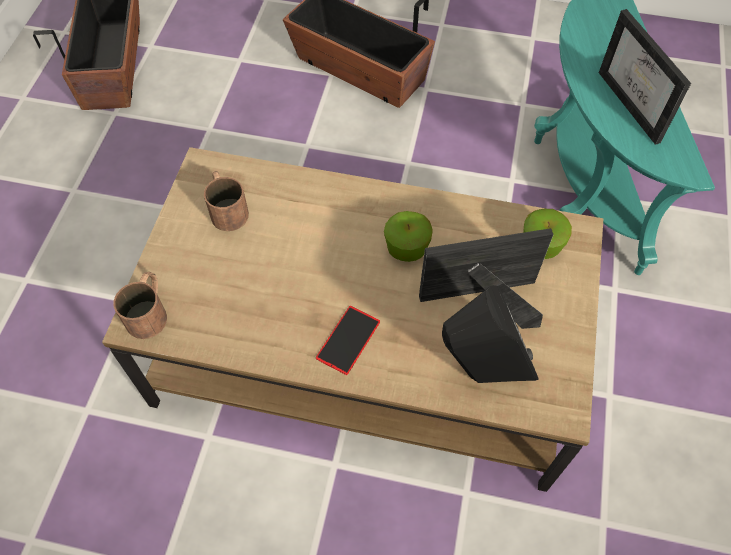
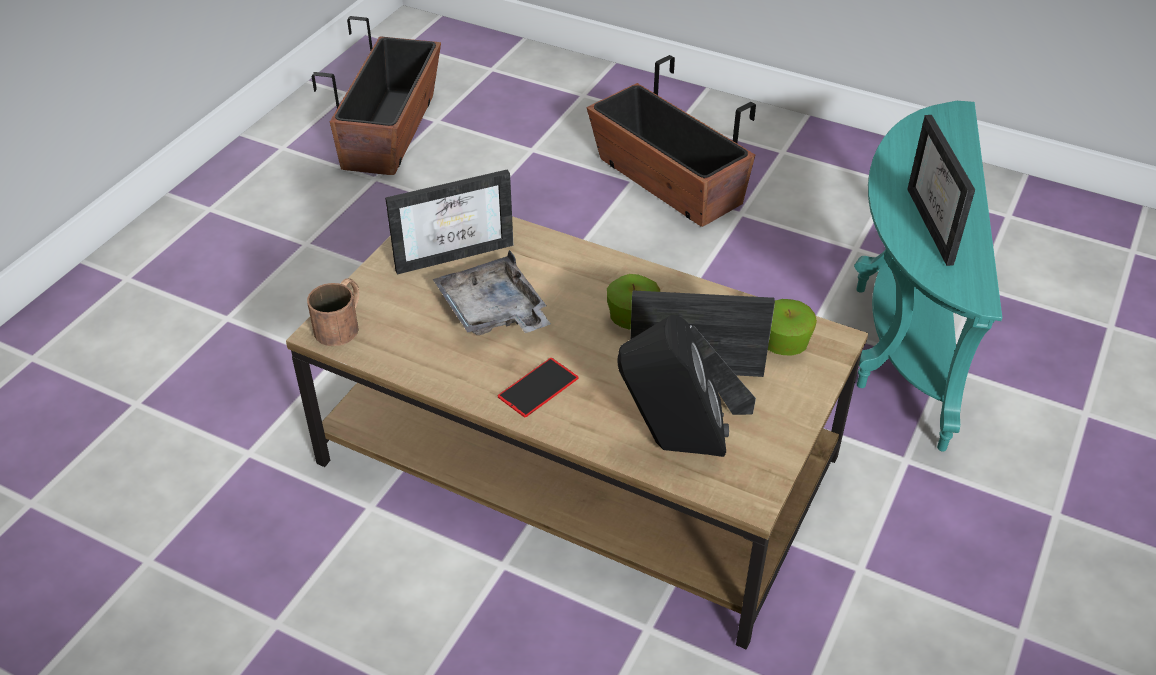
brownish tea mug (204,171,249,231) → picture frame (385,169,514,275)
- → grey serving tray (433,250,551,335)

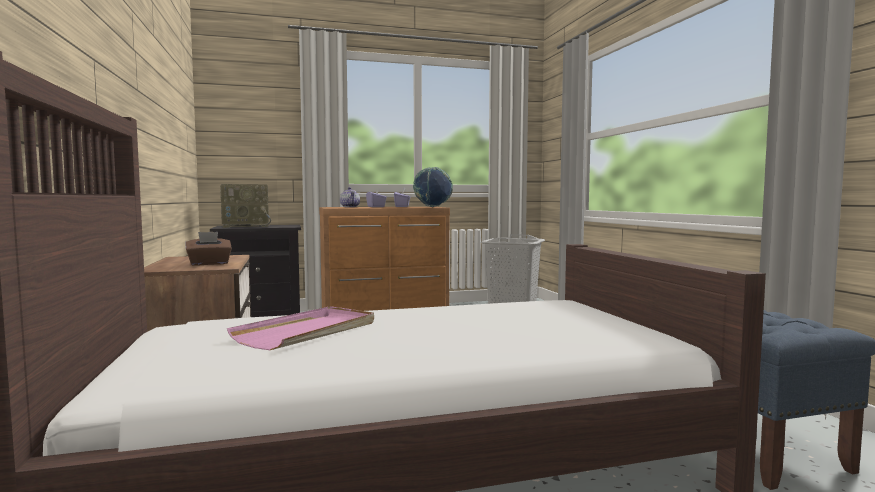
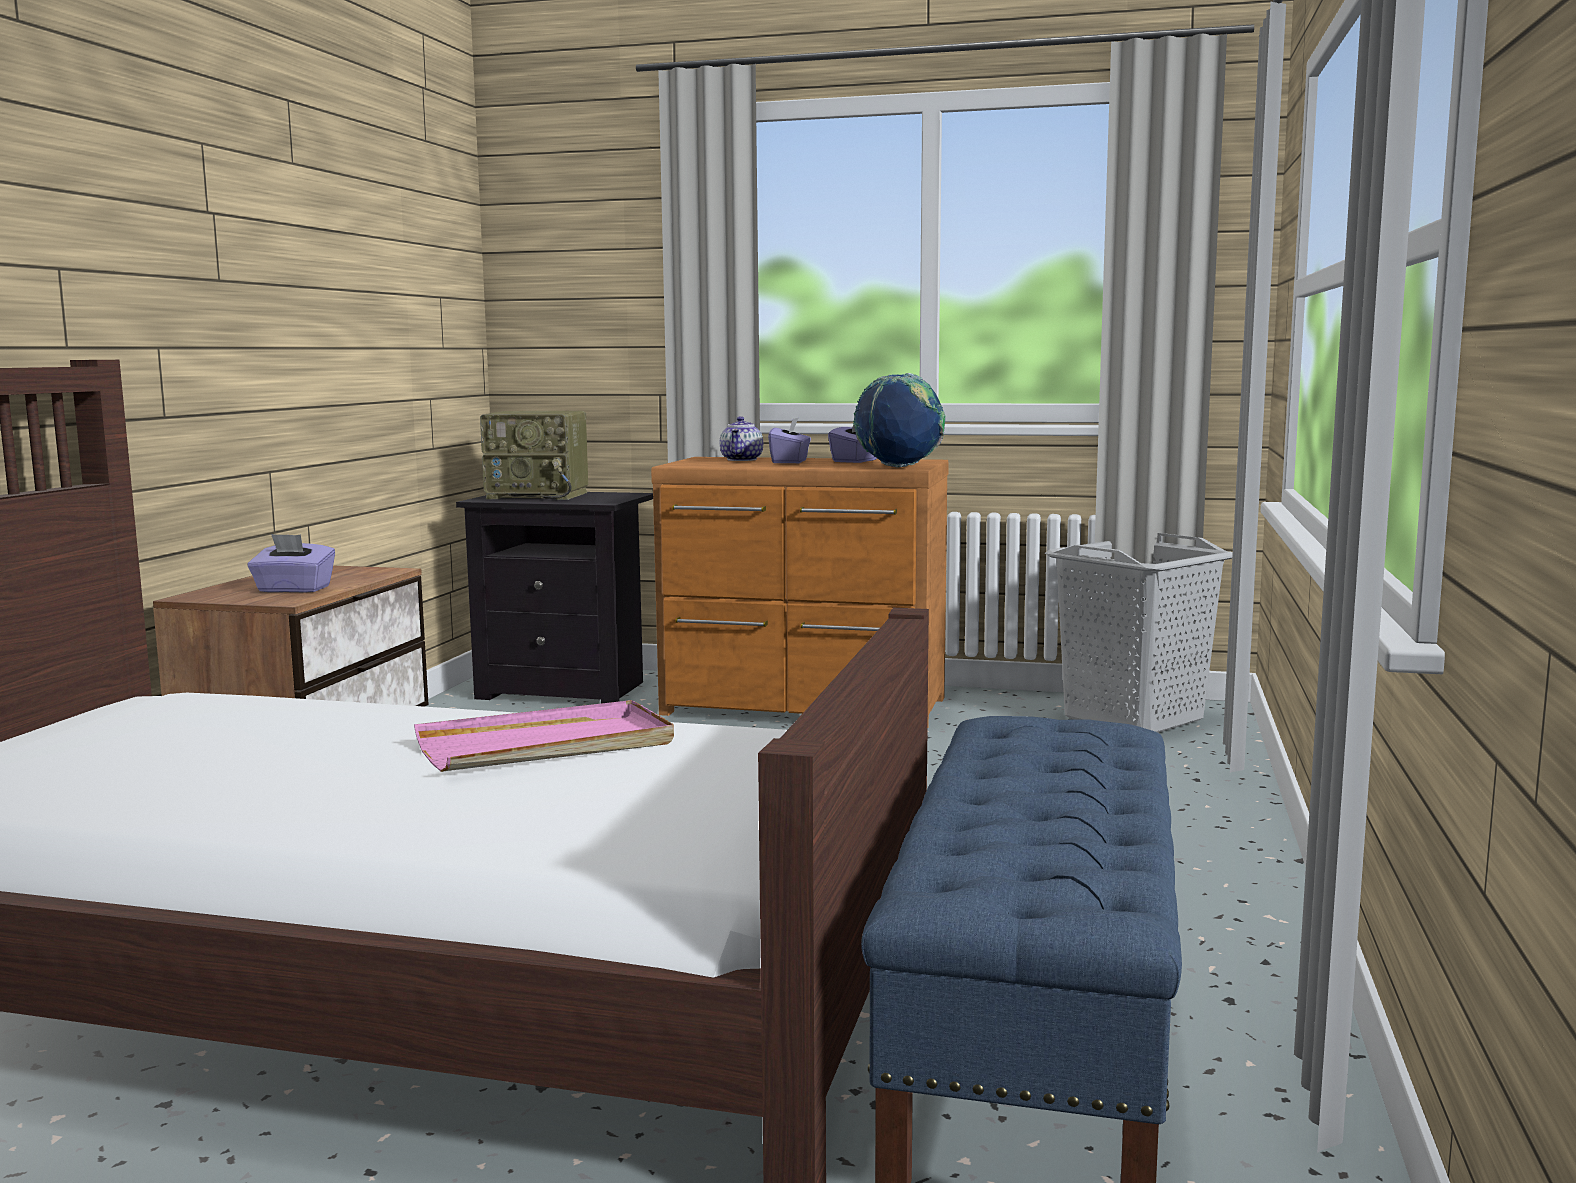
brownish tissue box (185,232,232,266) → purplish tissue box (248,534,335,593)
pink serving tray (227,306,374,350) → pink serving tray (414,700,674,772), move

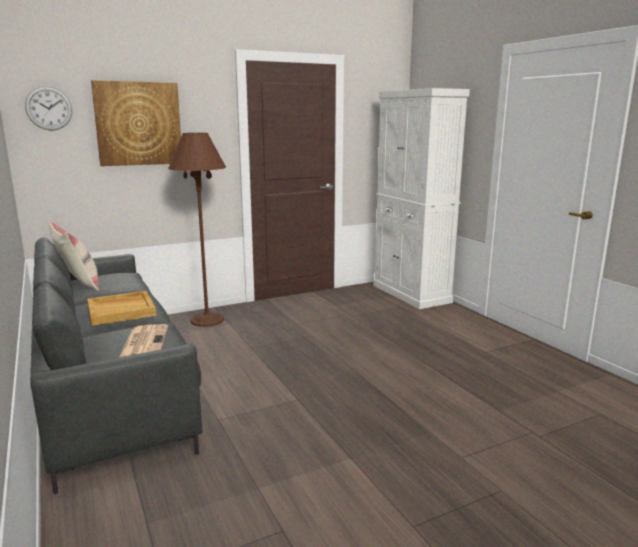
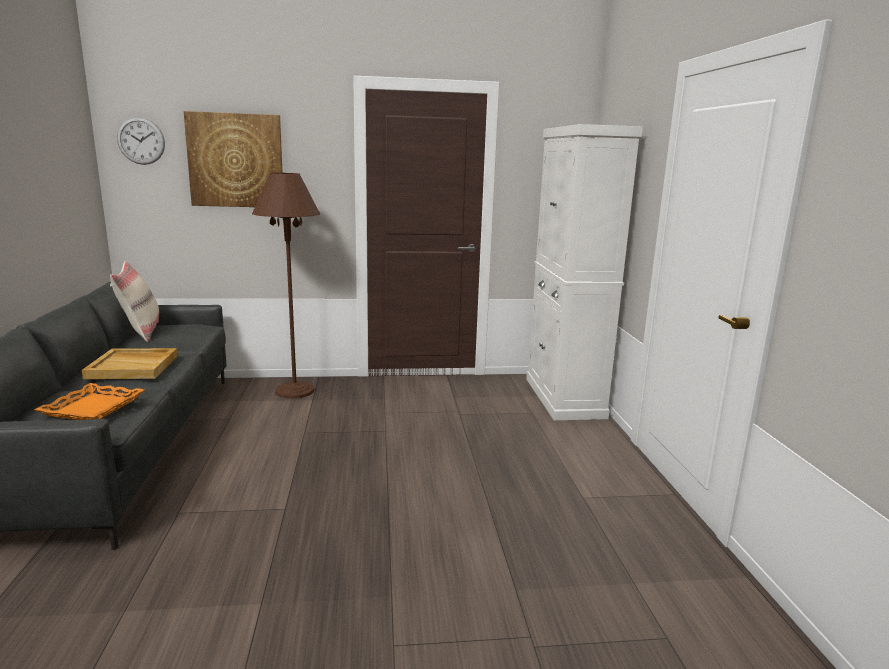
newspaper (120,324,168,357) → orange-coloured serving tray (35,383,144,420)

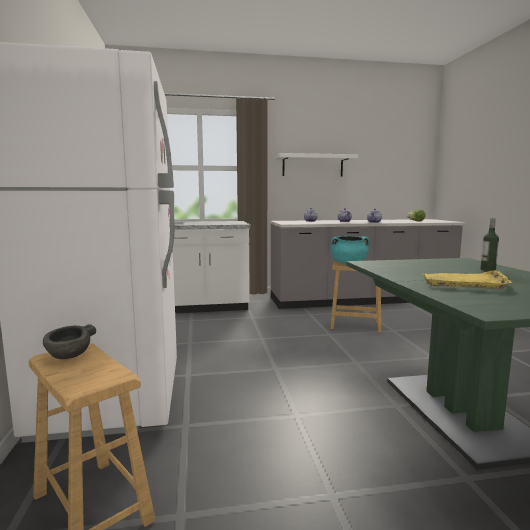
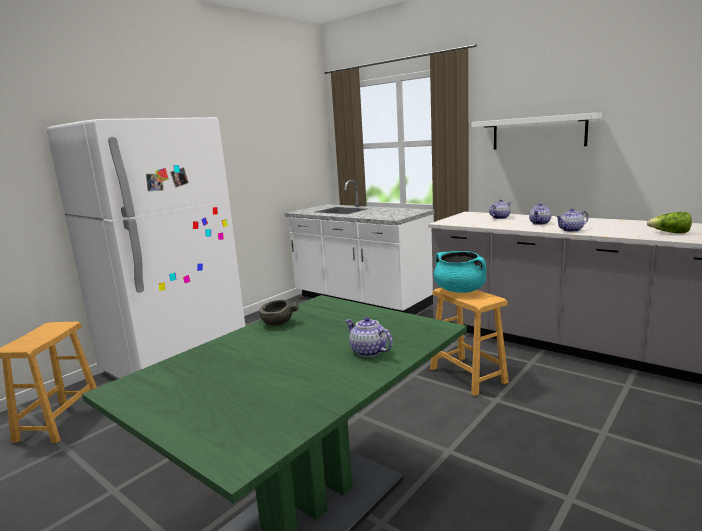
beverage bottle (480,218,499,271) → tea pot (345,317,393,357)
yellow-coloured serving tray (423,271,512,289) → -
grey bowl (43,324,96,359) → grey bowl (259,300,298,326), move

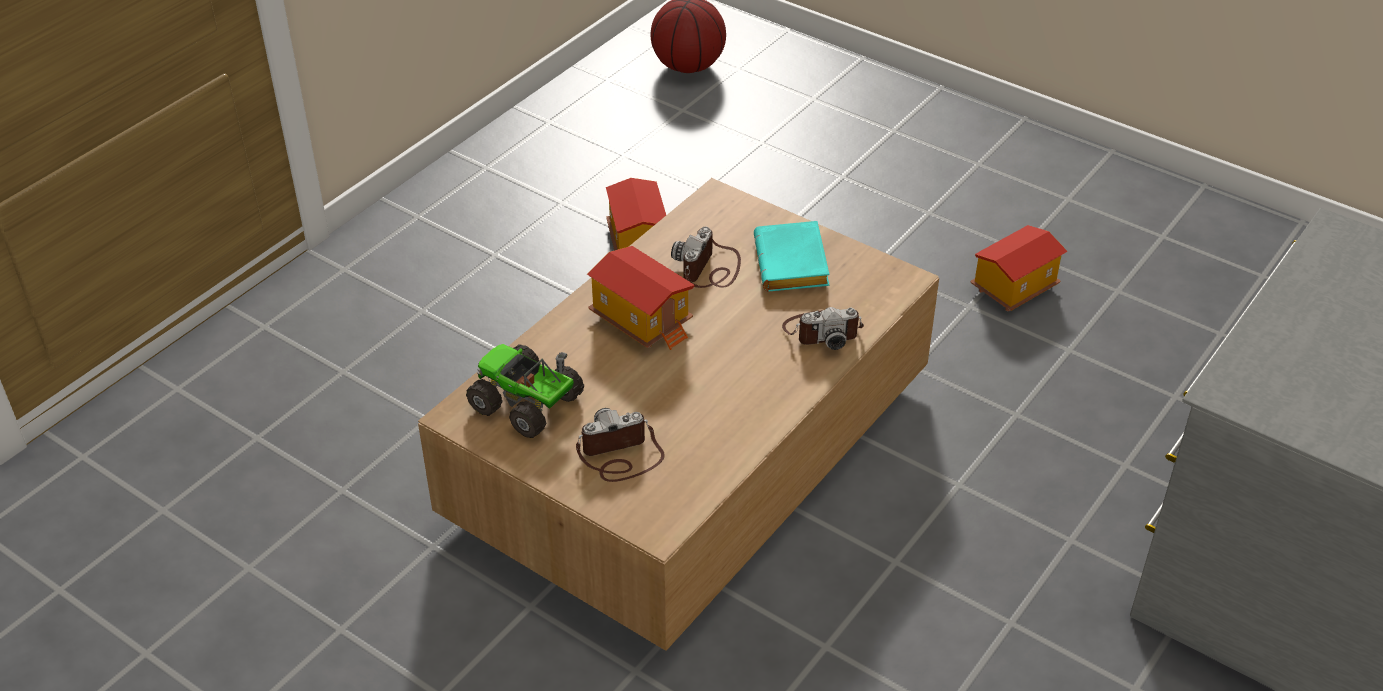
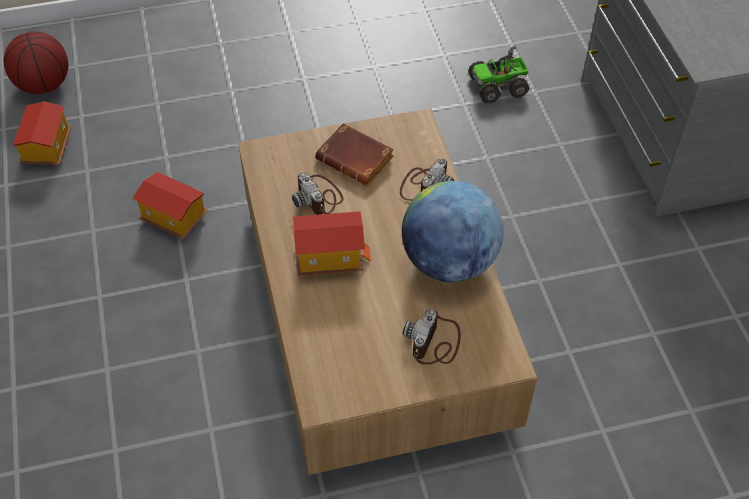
turquoise volume (754,221,830,292) → brownish volume (315,123,394,186)
model house (970,225,1068,311) → model house (13,102,71,166), move
toy lorry (466,344,584,438) → toy lorry (468,46,529,104), move
- → globe (402,181,504,282)

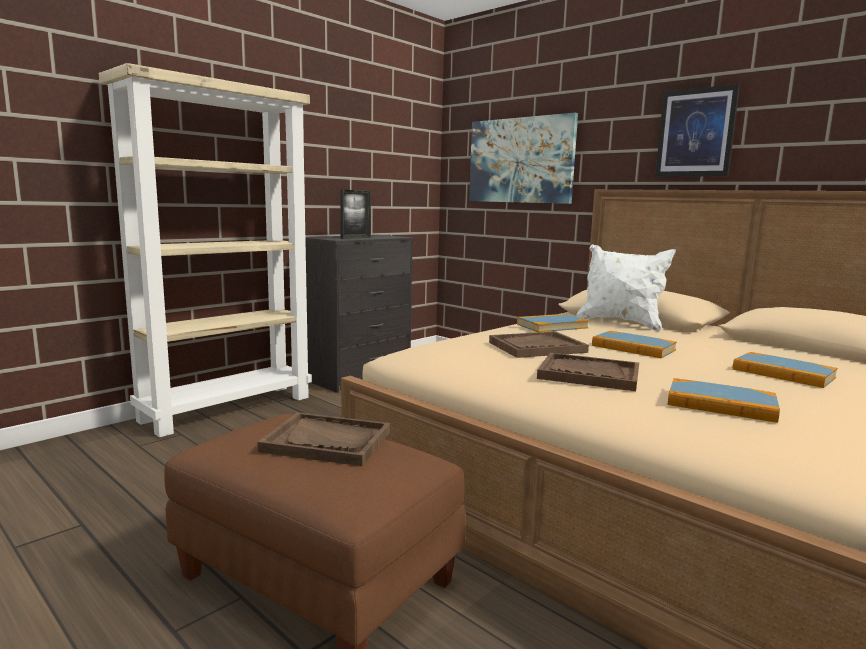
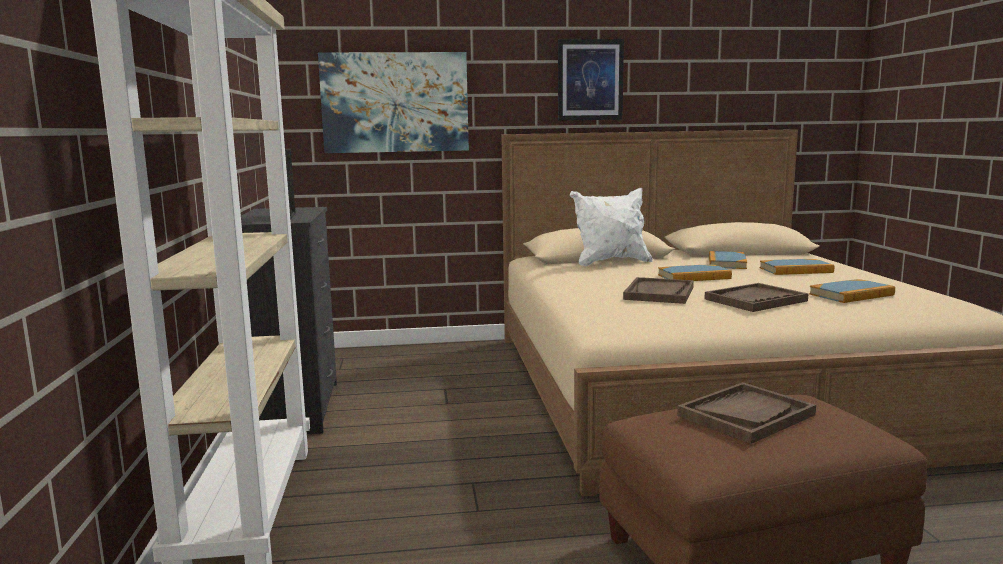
volume (517,314,589,332) → volume (709,251,747,269), move

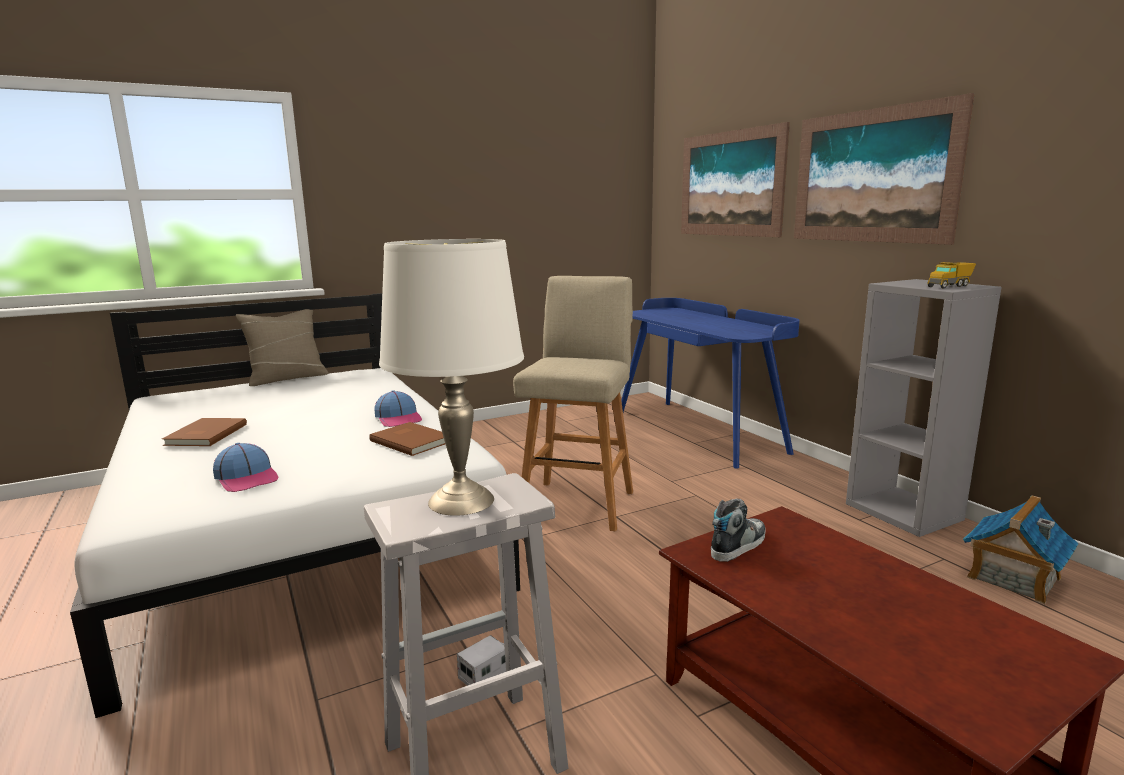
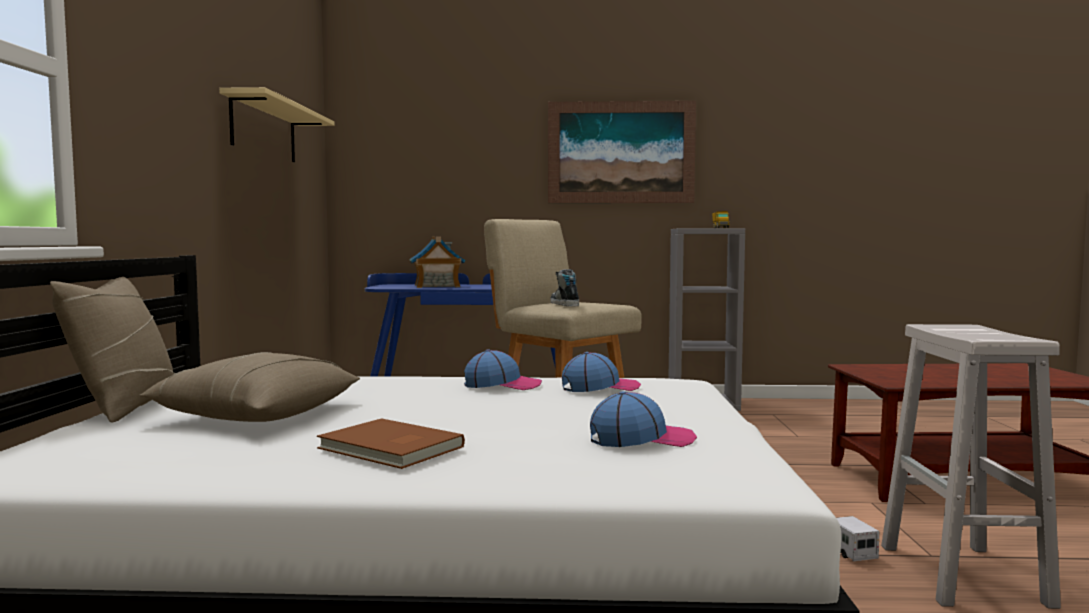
picture (681,122,790,237) → -
white table lamp (379,239,524,516) → -
brownish volume (369,422,445,456) → cap (562,352,641,392)
model house (963,495,1079,604) → model house (409,237,465,288), move
item of footwear (711,499,766,562) → item of footwear (550,269,579,307), move
- → sand-coloured bracket shelf (219,87,334,162)
- → sand-coloured cushion (139,352,360,422)

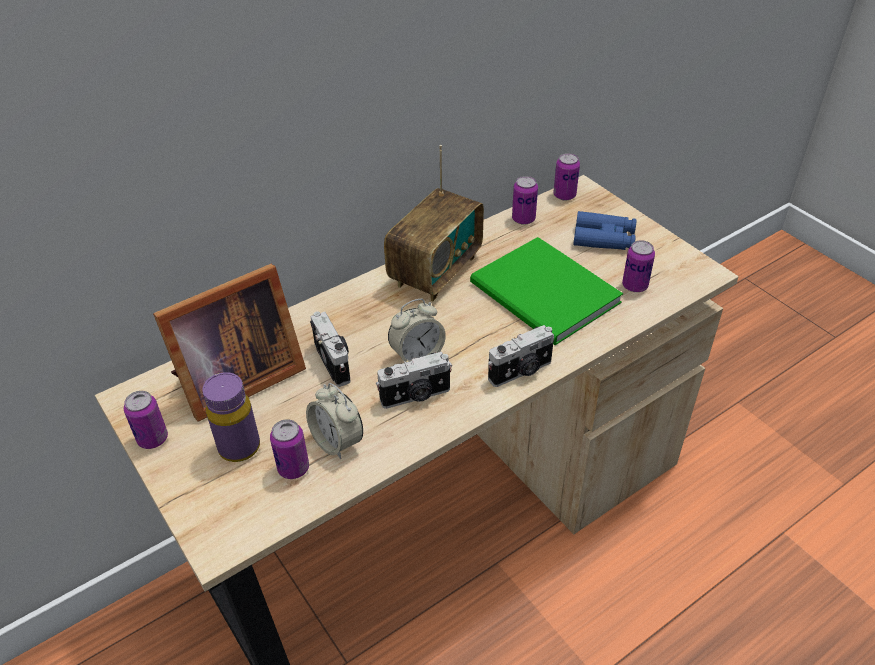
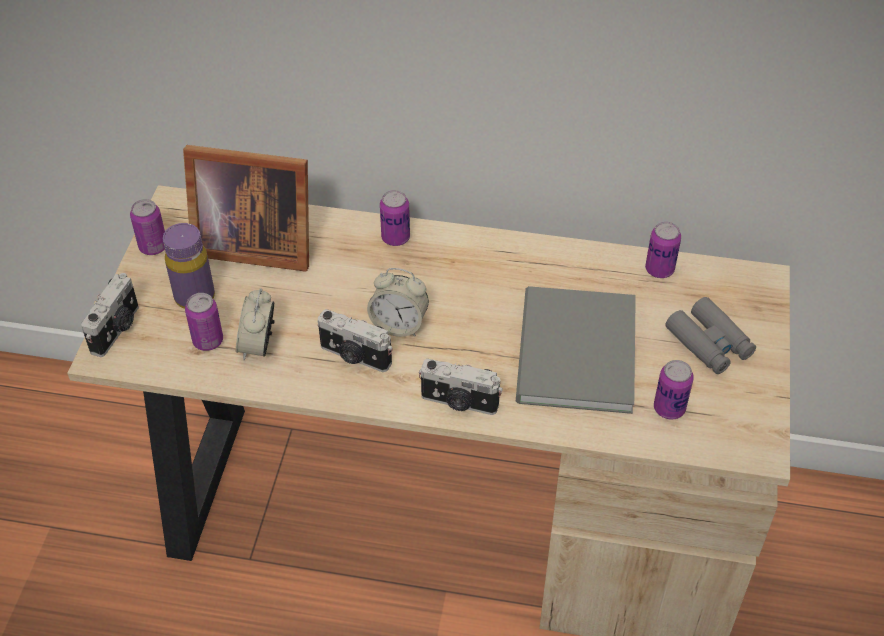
radio (384,145,484,301) → -
sealed can (553,153,580,200) → sealed can (380,190,410,246), move
bluish pair of binoculars (573,211,636,250) → grey pair of binoculars (666,297,756,374)
green-coloured volume (470,237,623,345) → grey volume (516,286,636,414)
photo camera (310,311,351,387) → photo camera (81,273,139,357), move

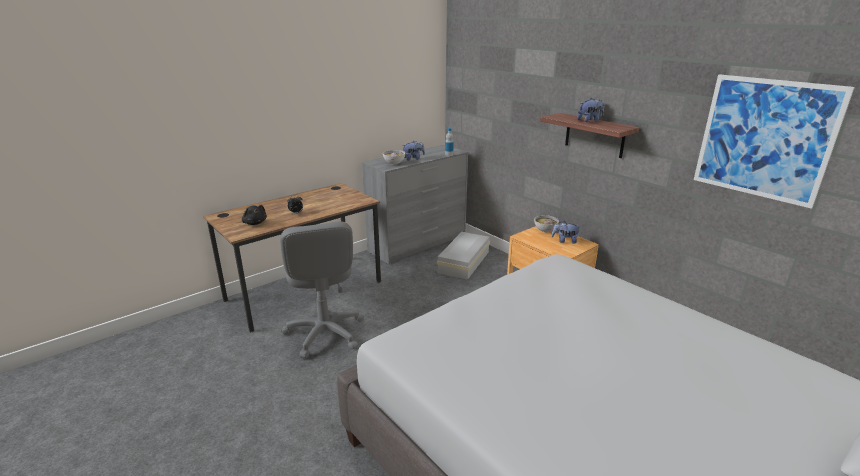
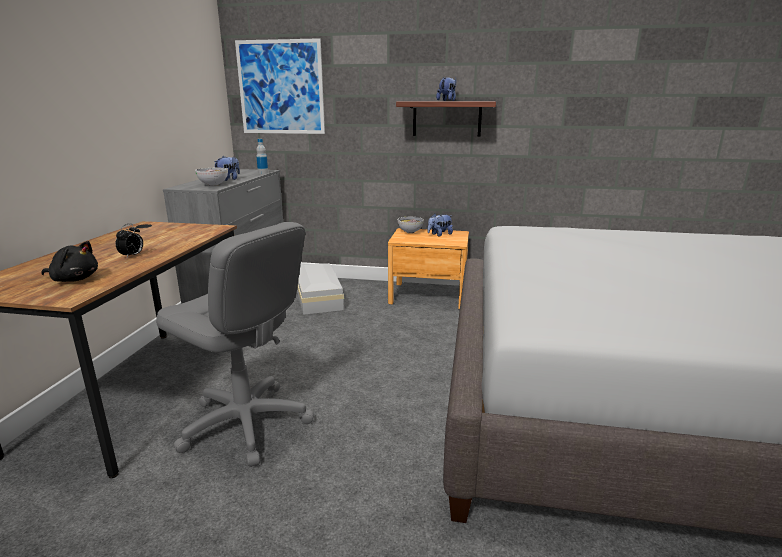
picture (694,74,855,209) → picture (235,38,325,134), move

